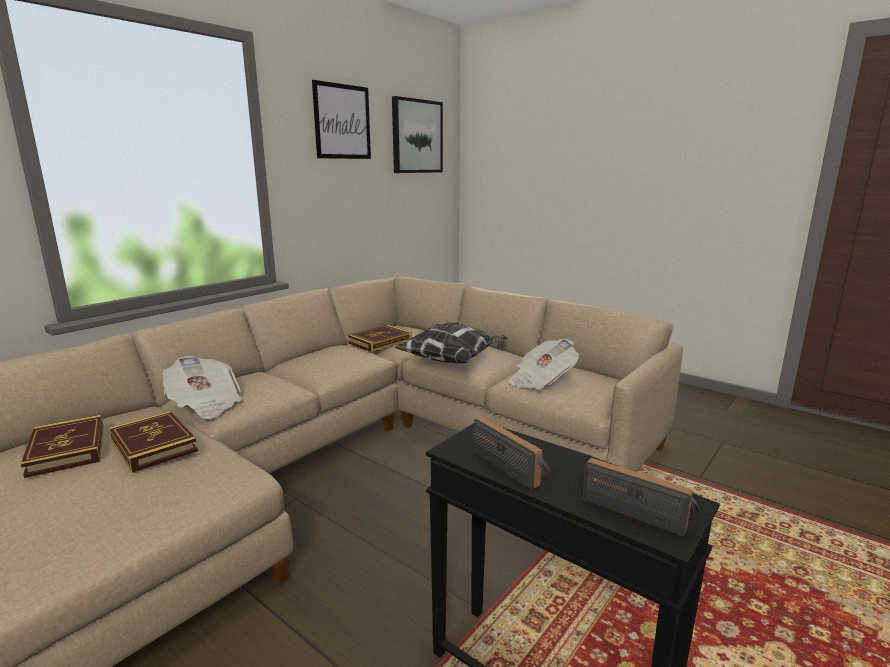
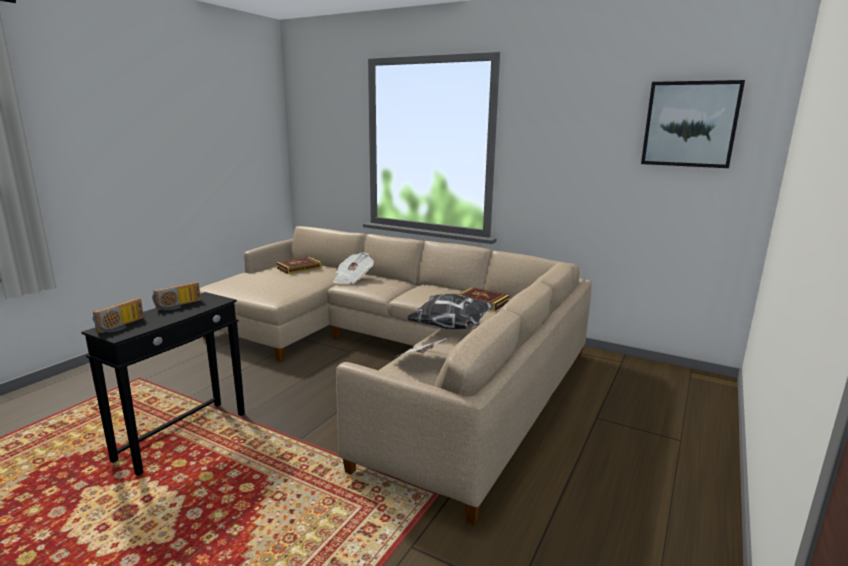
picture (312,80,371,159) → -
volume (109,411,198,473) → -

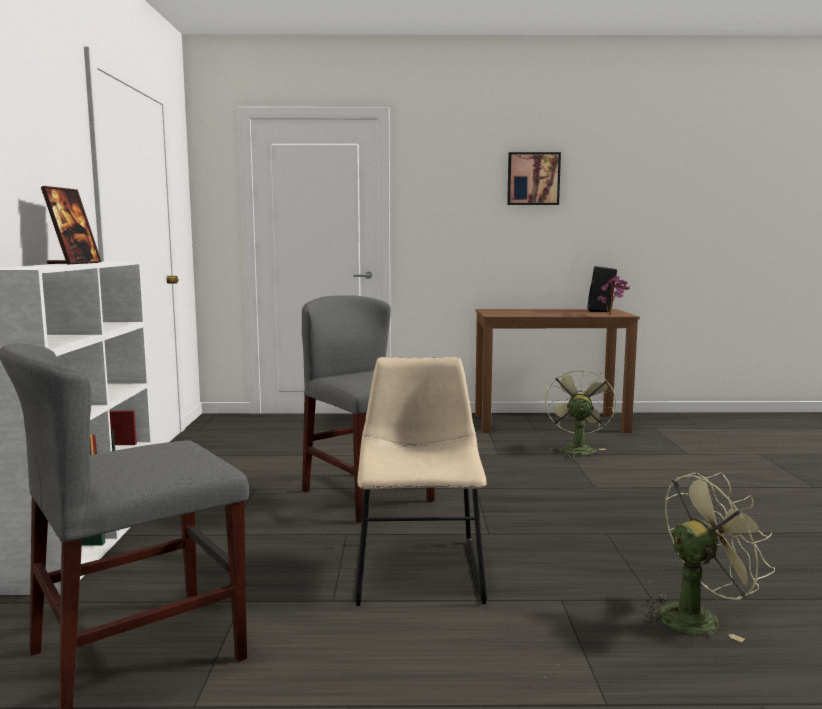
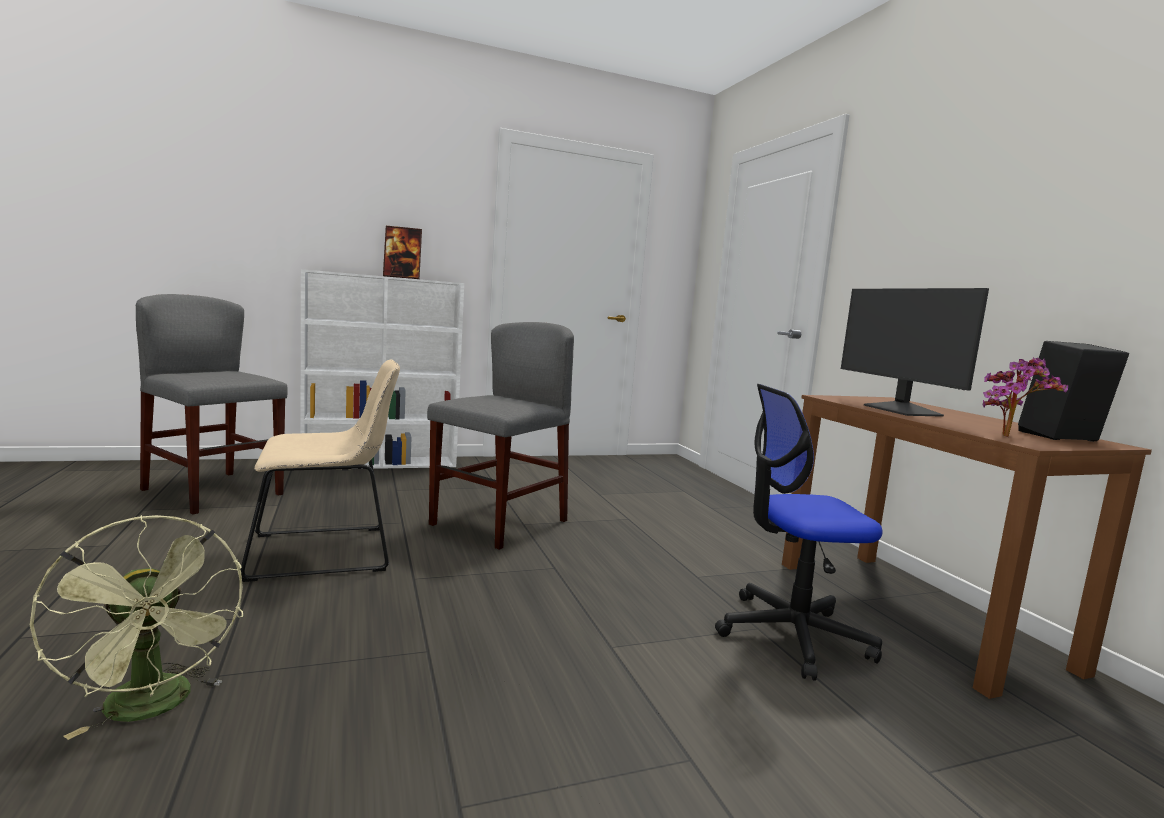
picture (507,152,561,205) → -
green-coloured fan (545,367,616,458) → desk chair (715,384,882,681)
- → monitor (841,288,989,417)

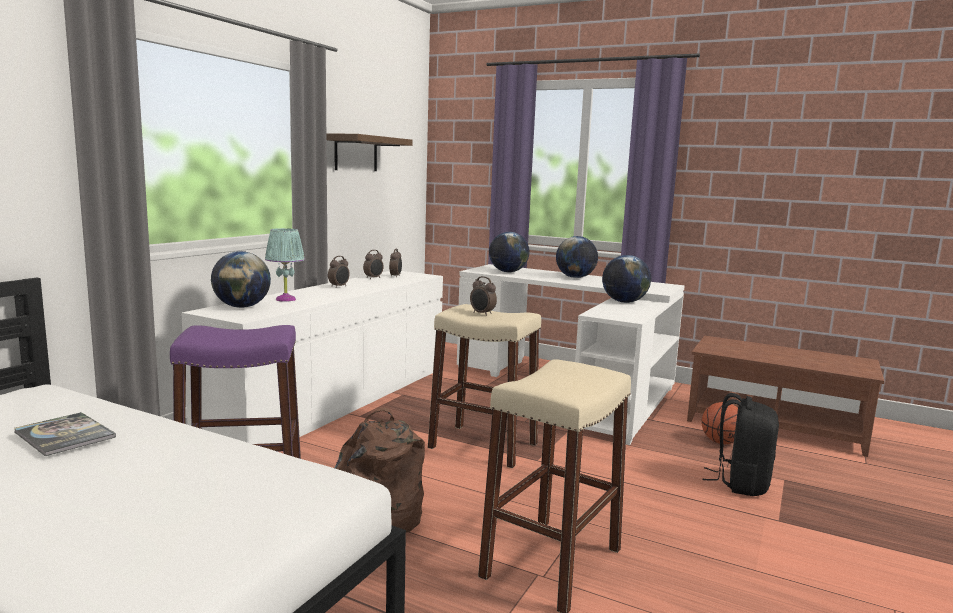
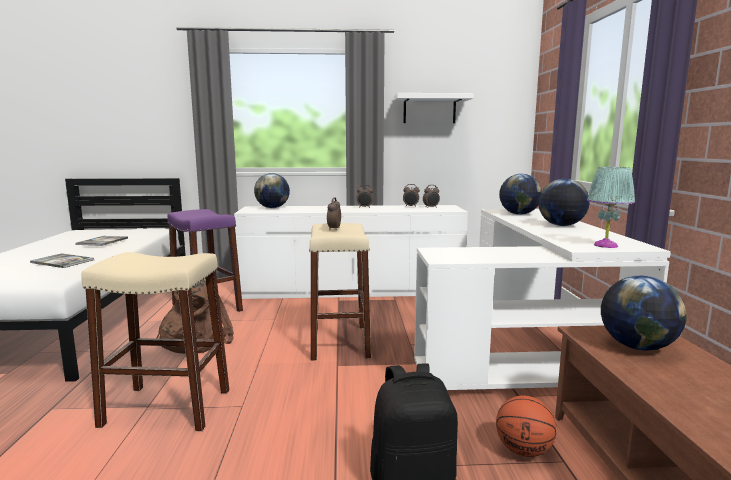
brownish bracket shelf (326,133,413,171) → white bracket shelf (394,93,474,123)
turquoise table lamp (265,228,305,302) → turquoise table lamp (587,167,635,248), move
globe (602,255,651,303) → globe (601,276,687,351), move
- → volume (30,253,94,268)

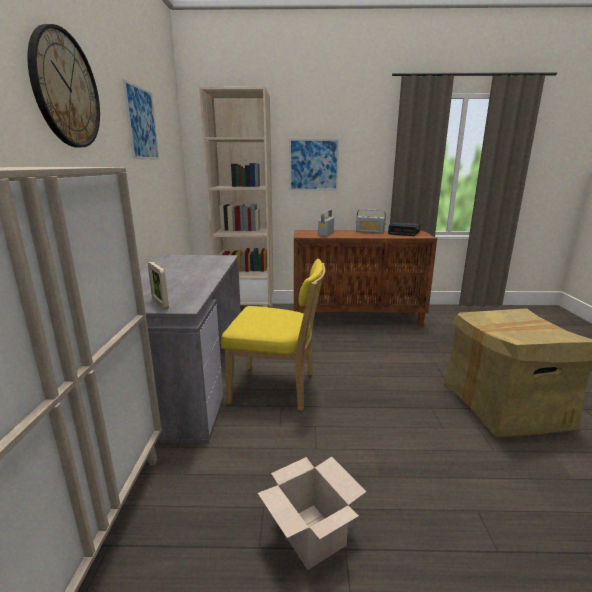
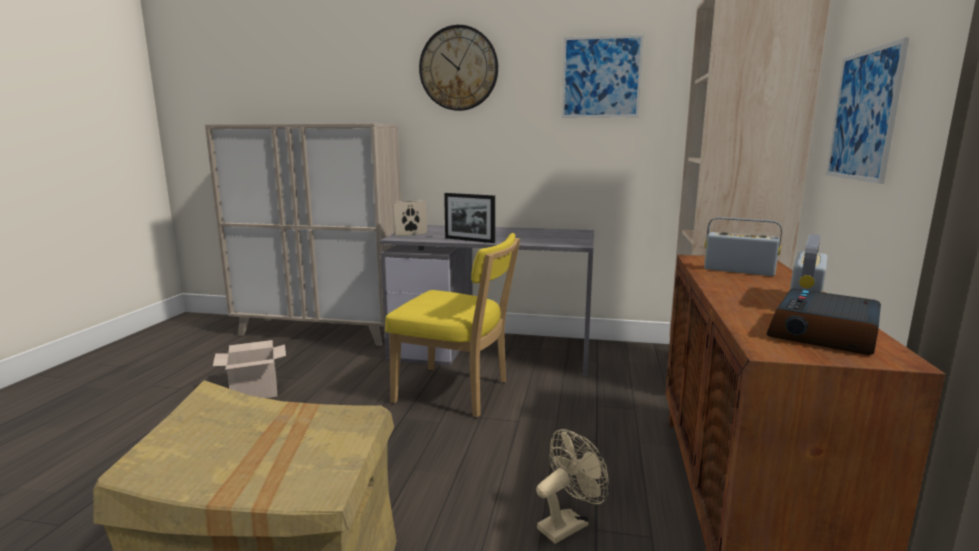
yellow-coloured chair (221,259,325,411) → yellow-coloured chair (385,233,520,417), 90 degrees counterclockwise
- → picture frame (444,193,495,243)
- → sand-coloured fan (536,429,609,544)

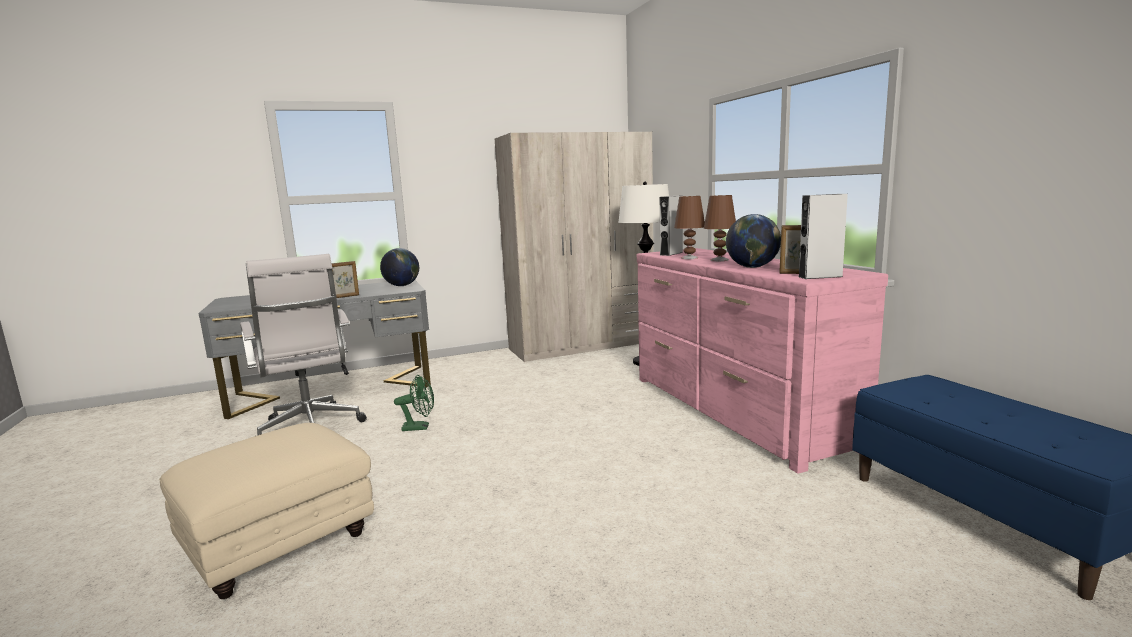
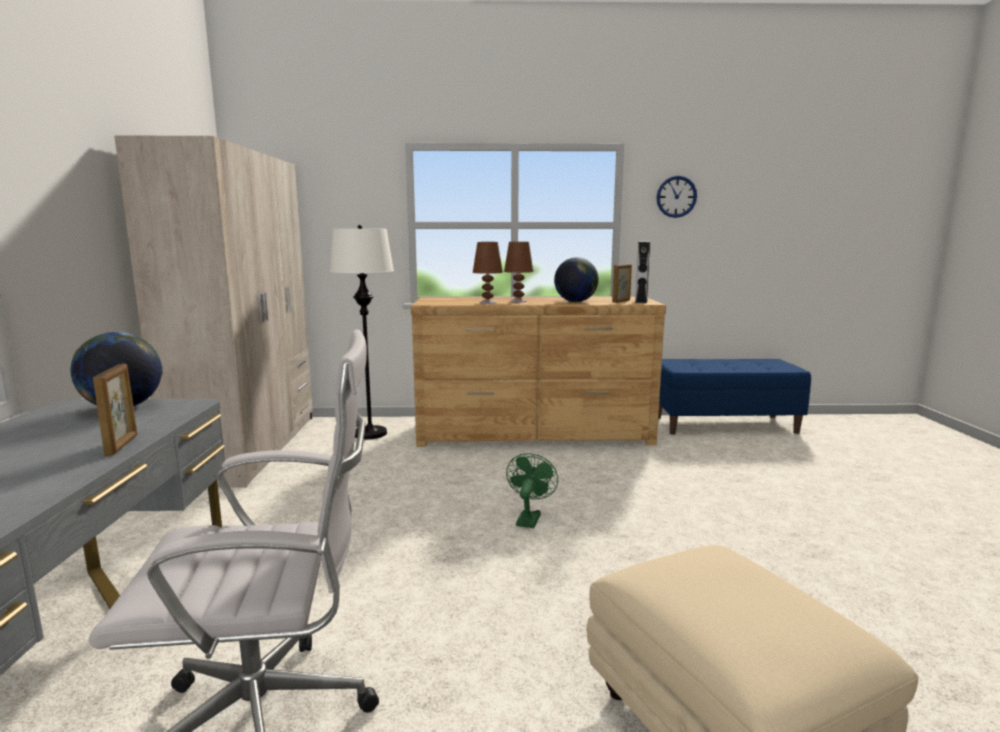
grey loudspeaker (660,196,683,256) → -
pink chest of drawers (637,248,888,474) → brownish chest of drawers (411,297,666,447)
green-coloured fan (394,375,434,431) → green-coloured fan (506,453,558,528), move
- → hanging clock (656,176,697,218)

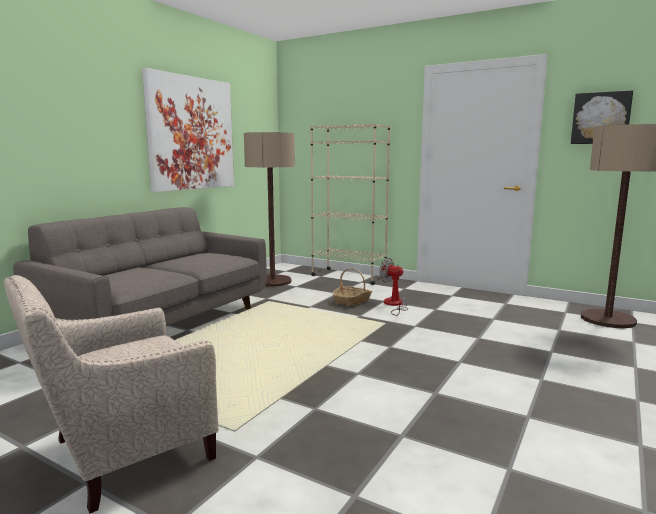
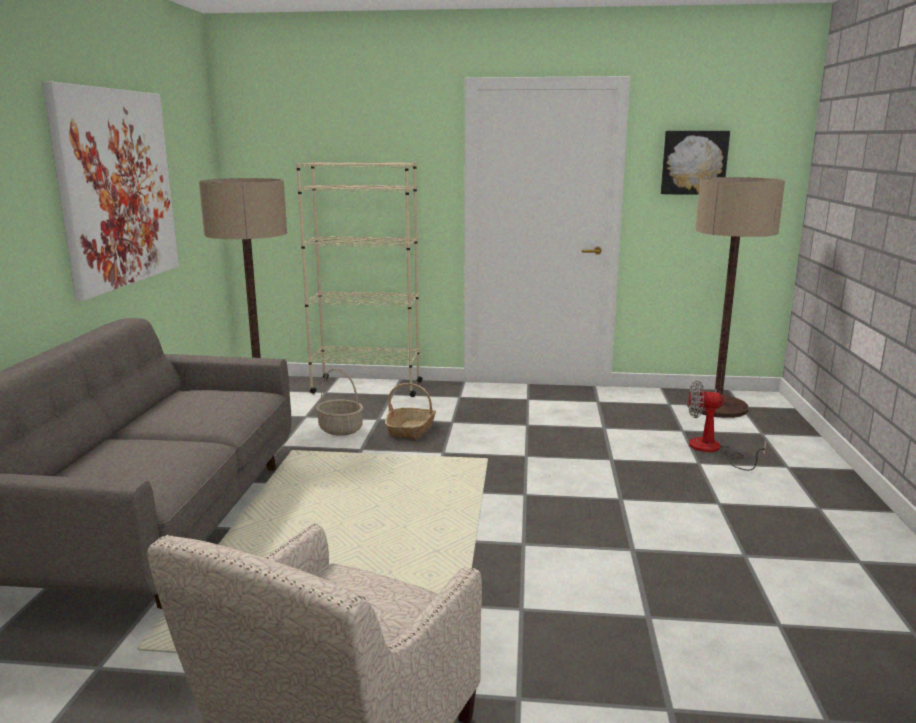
fan (379,258,408,316) → fan (688,380,767,471), move
- → storage basket (316,368,363,436)

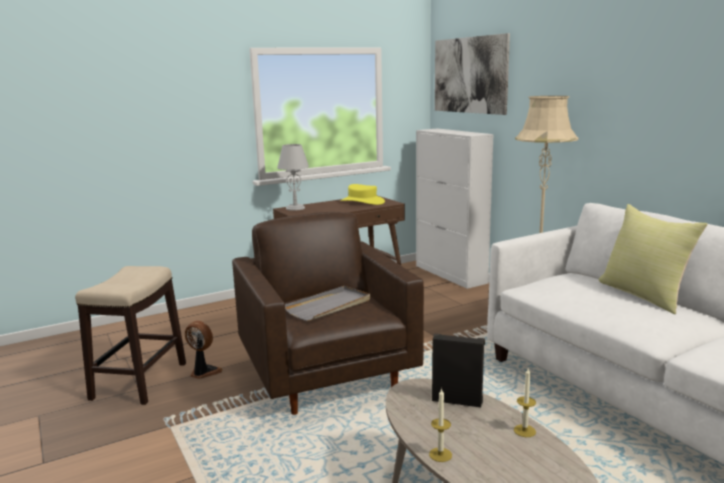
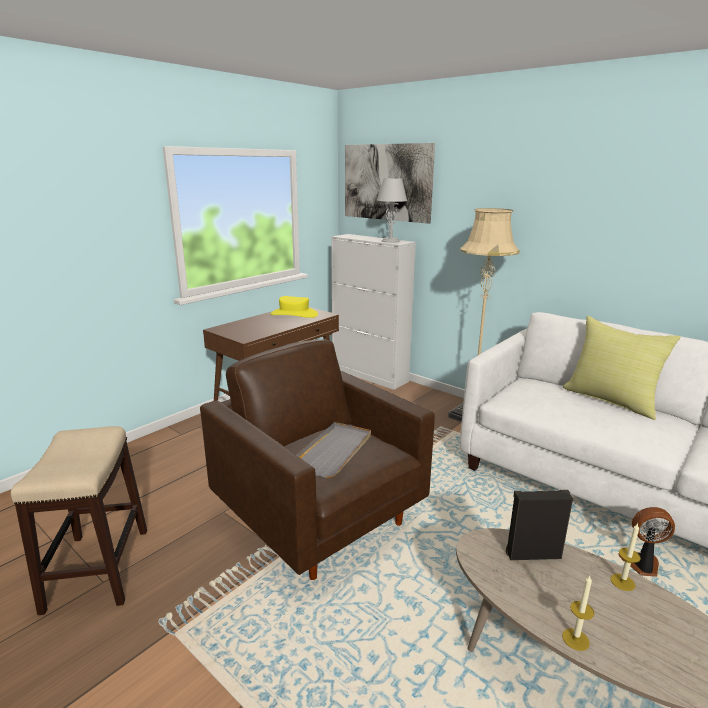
grey table lamp (277,144,309,211) → grey table lamp (377,178,407,243), move
fan (185,321,223,379) → fan (618,507,675,577), move

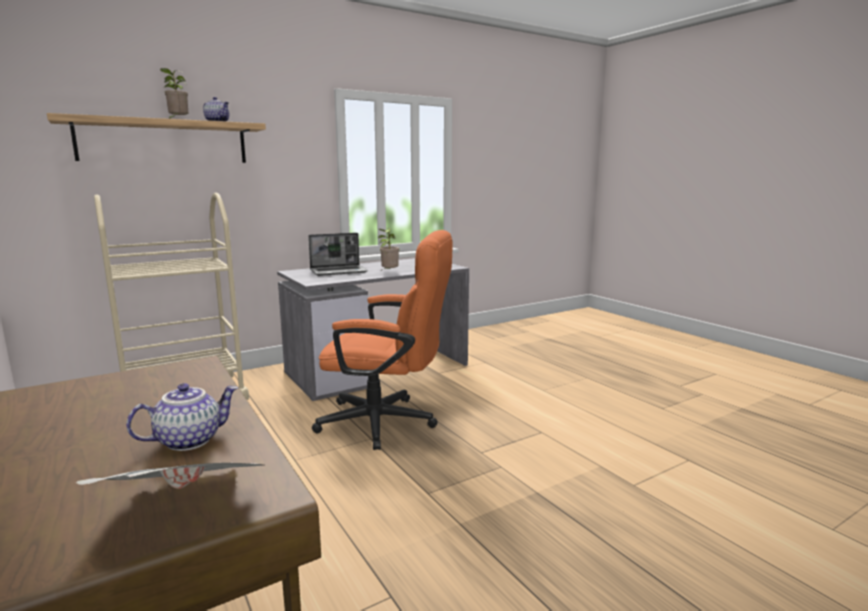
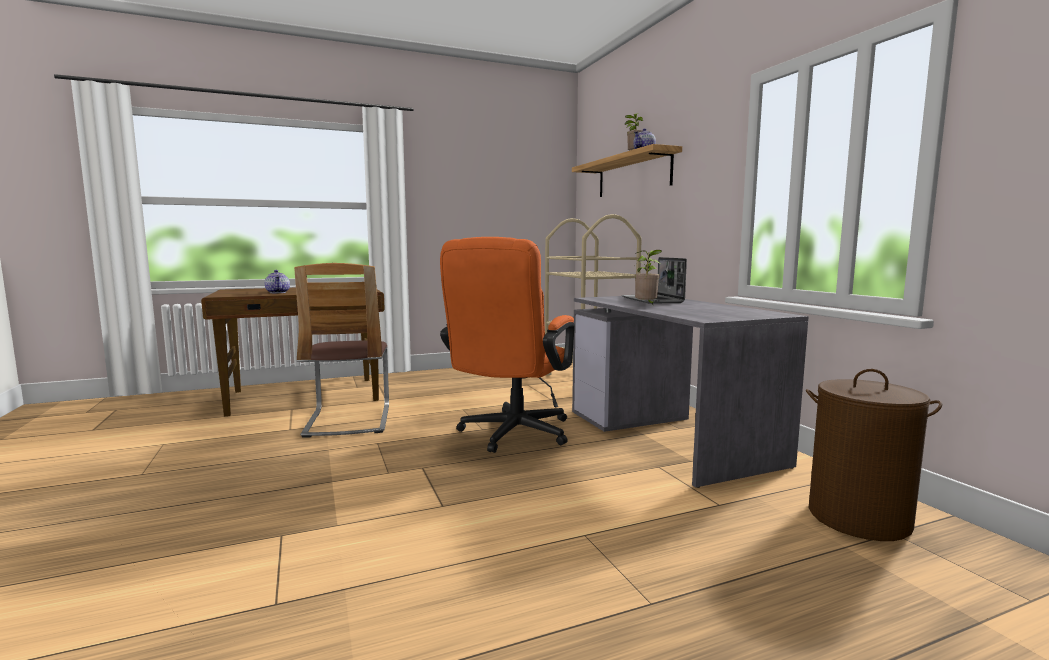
newspaper (76,463,264,489) → -
- → chair (294,263,389,438)
- → brownish laundry basket (806,369,942,541)

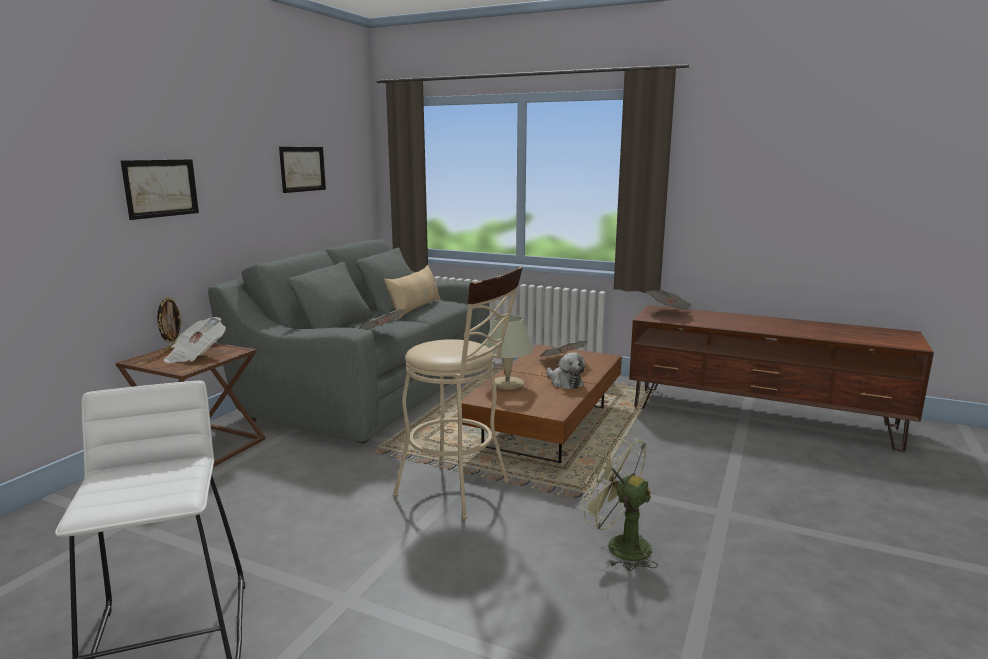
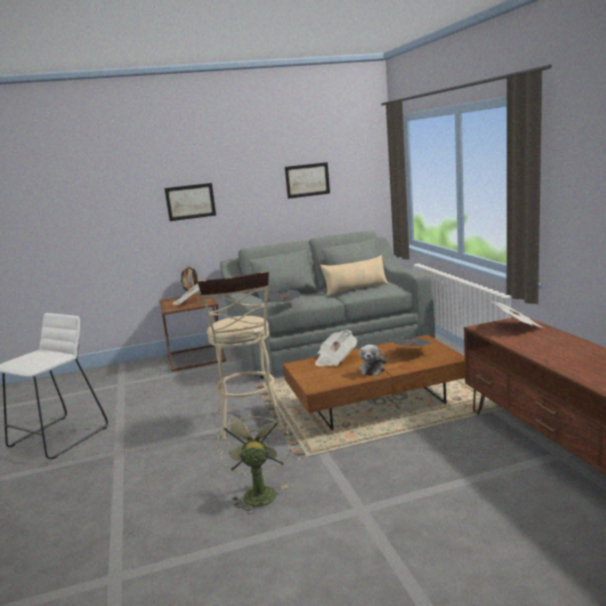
sand-coloured table lamp (485,315,533,390) → newspaper (315,330,357,366)

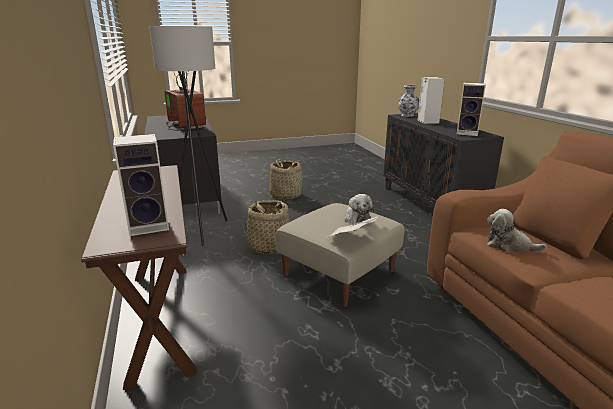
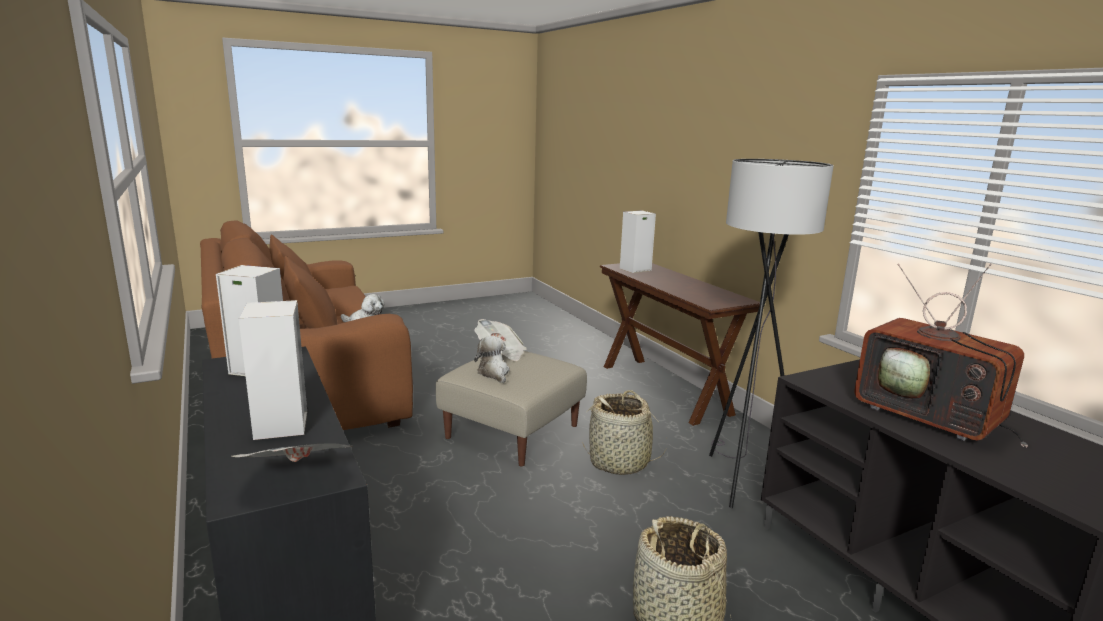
vase (398,85,419,117) → newspaper (232,443,353,462)

